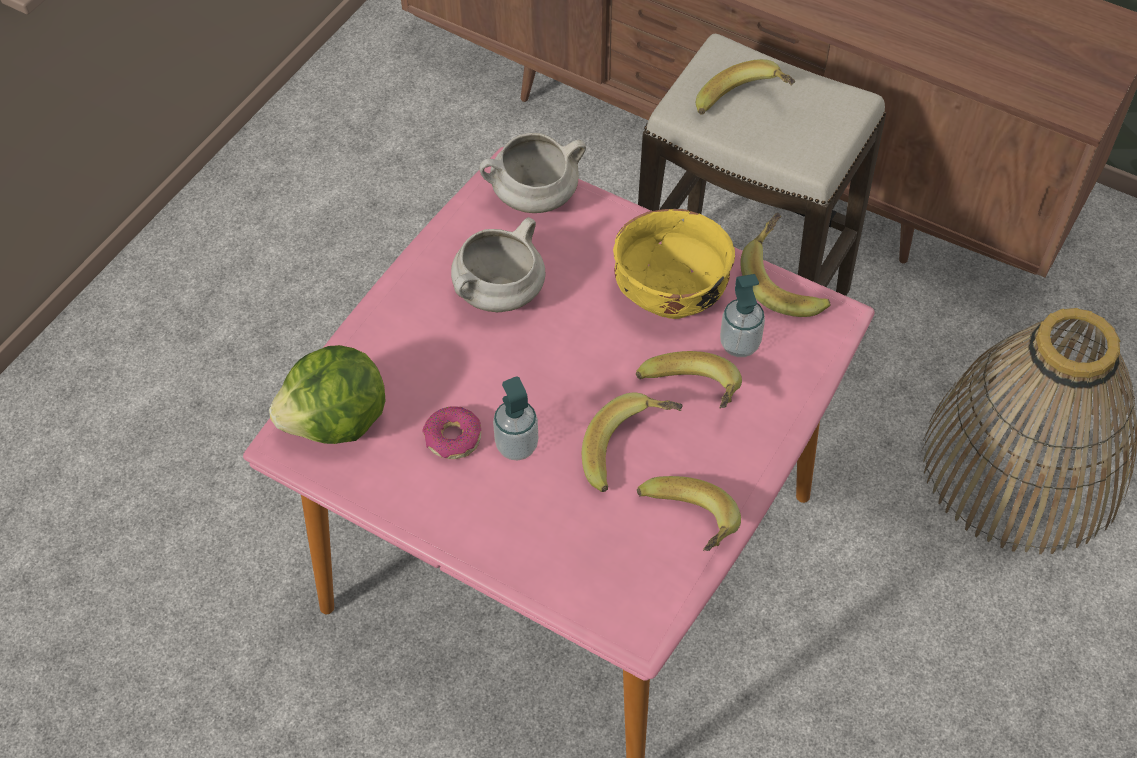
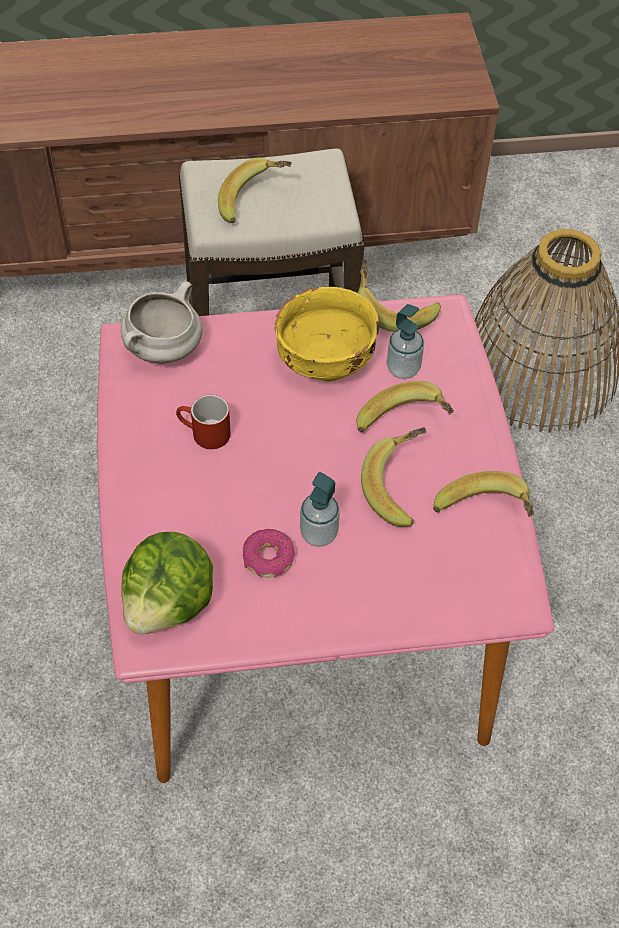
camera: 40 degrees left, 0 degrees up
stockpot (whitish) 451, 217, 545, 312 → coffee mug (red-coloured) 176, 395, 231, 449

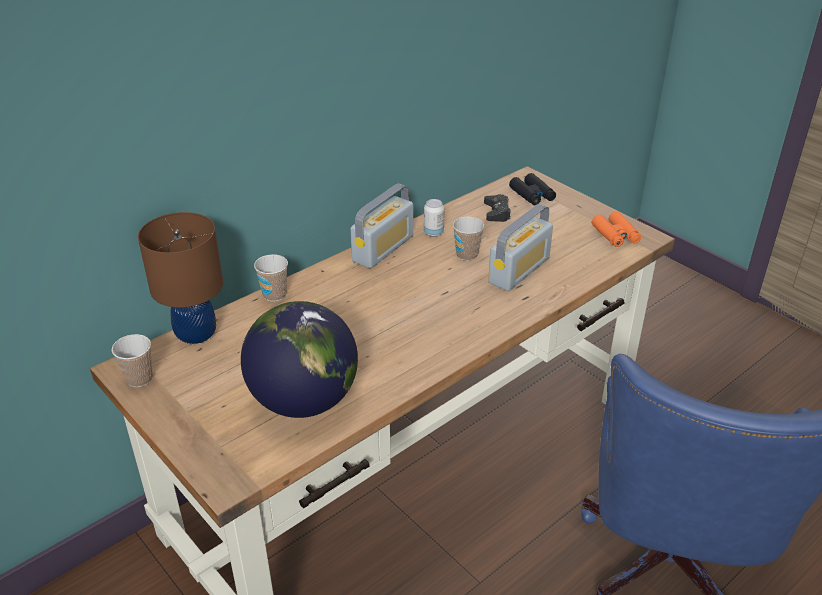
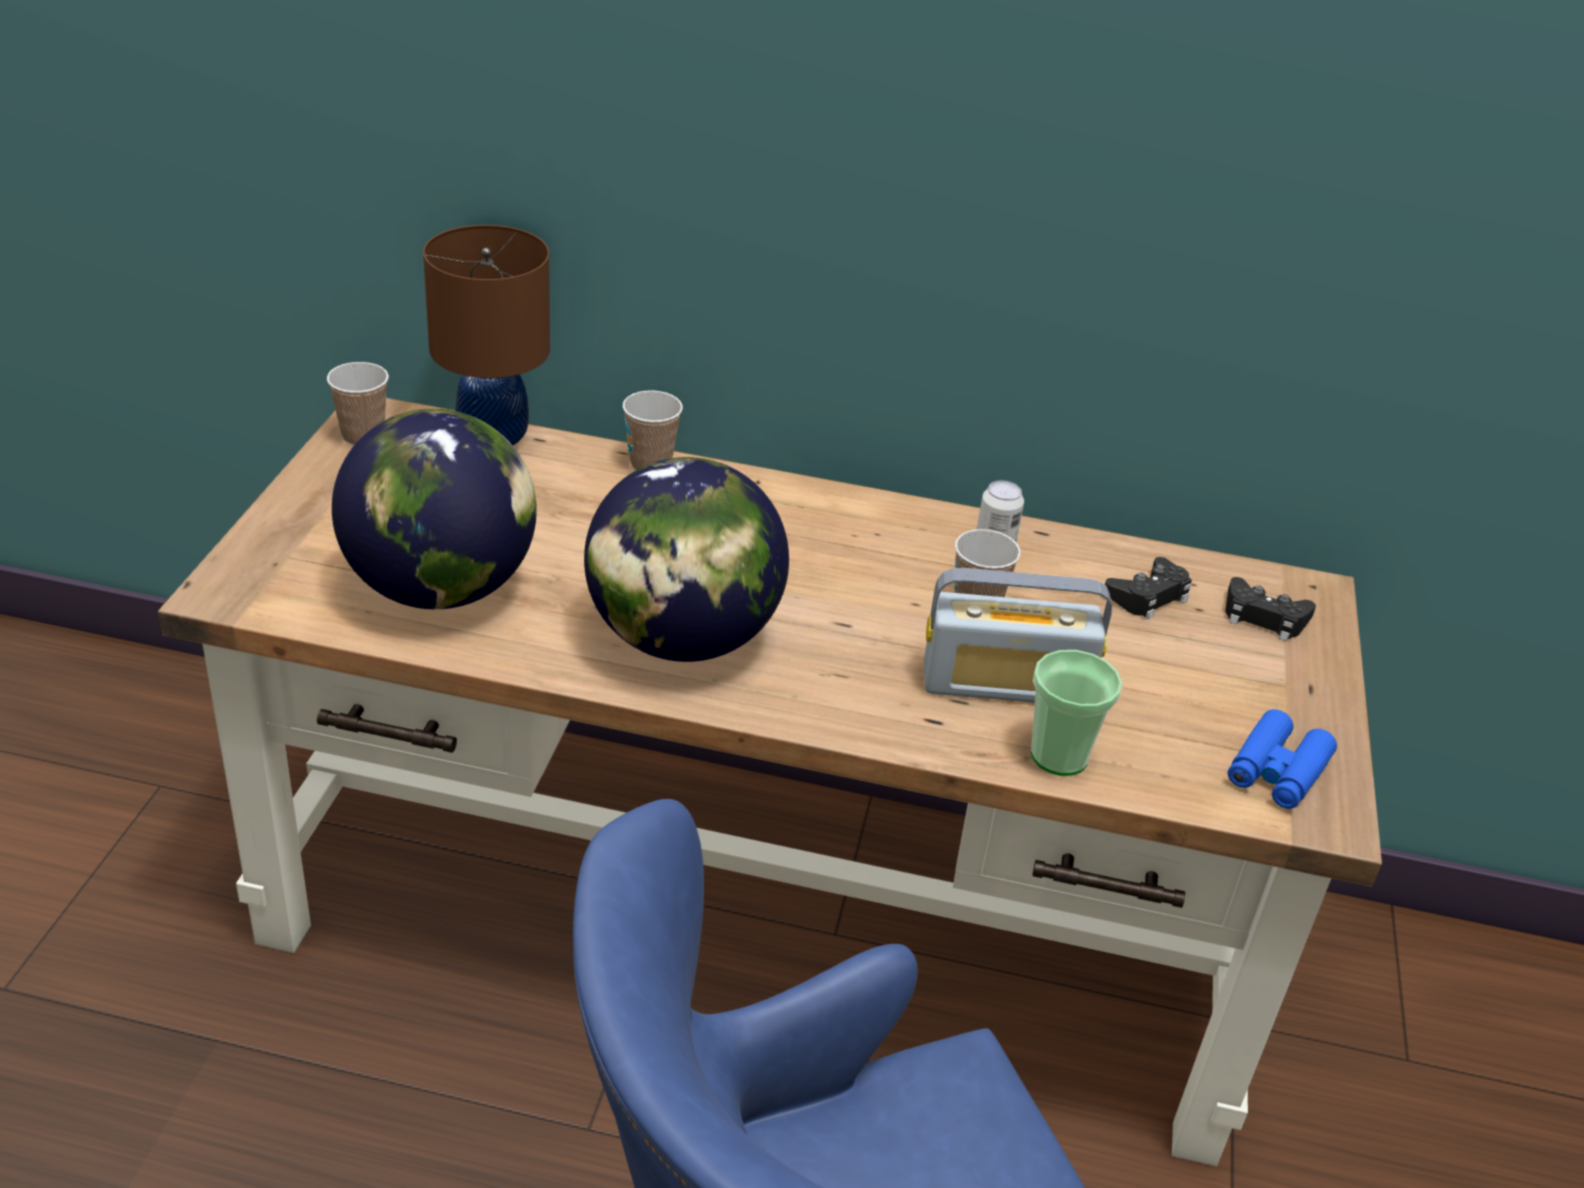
camera: 50 degrees right, 0 degrees up
radio 350, 184, 413, 268 → -
pair of binoculars (blackish) 509, 173, 556, 205 → game controller (blackish) 1225, 577, 1316, 641
pair of binoculars (orangey) 592, 211, 641, 247 → pair of binoculars (bluish) 1228, 709, 1337, 809
- → globe 584, 457, 789, 662
- → drinking cup 1031, 650, 1122, 776

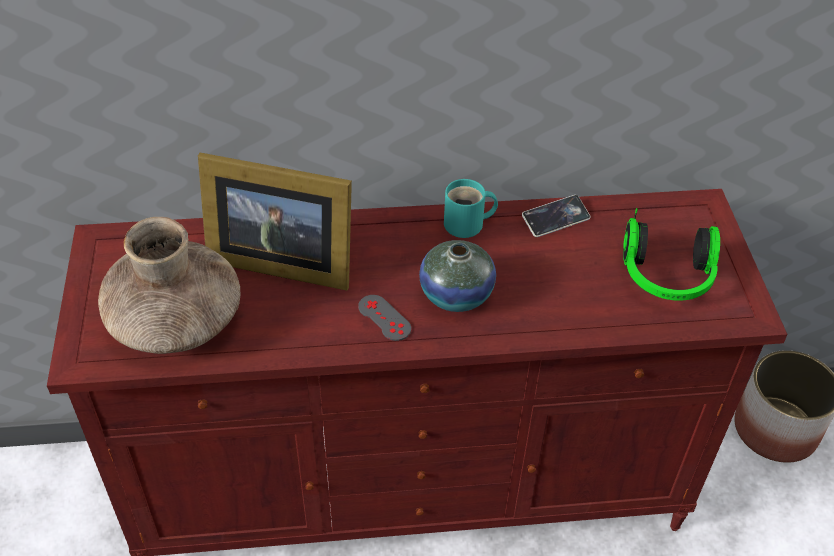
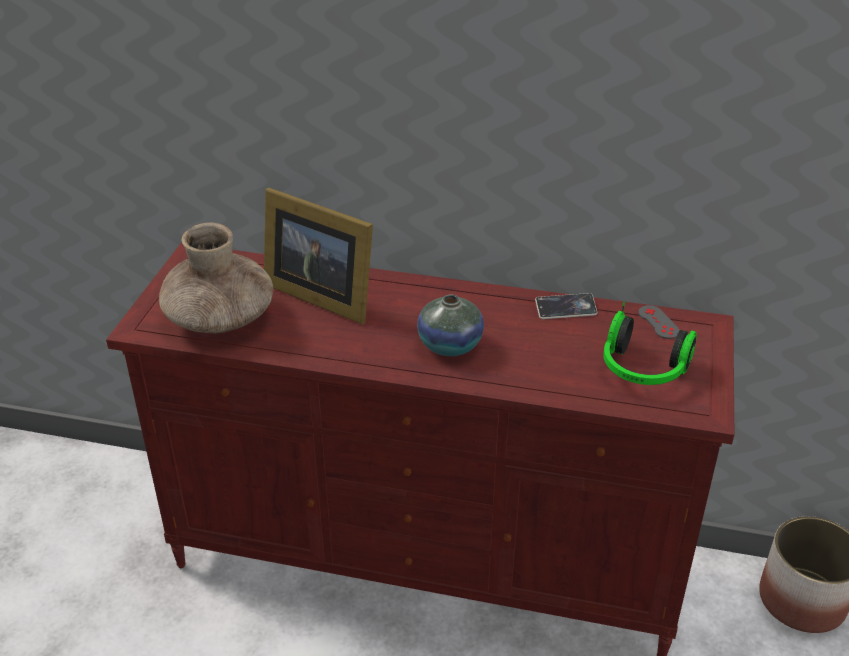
camera: 20 degrees right, 10 degrees down
game controller (greyish) 358, 295, 411, 341 → game controller (greyish) 638, 305, 680, 339, relocated
coffee mug (turquoise-coloured) 444, 179, 498, 238 → -

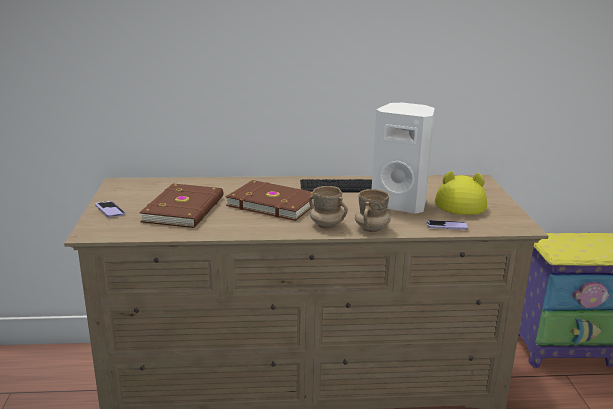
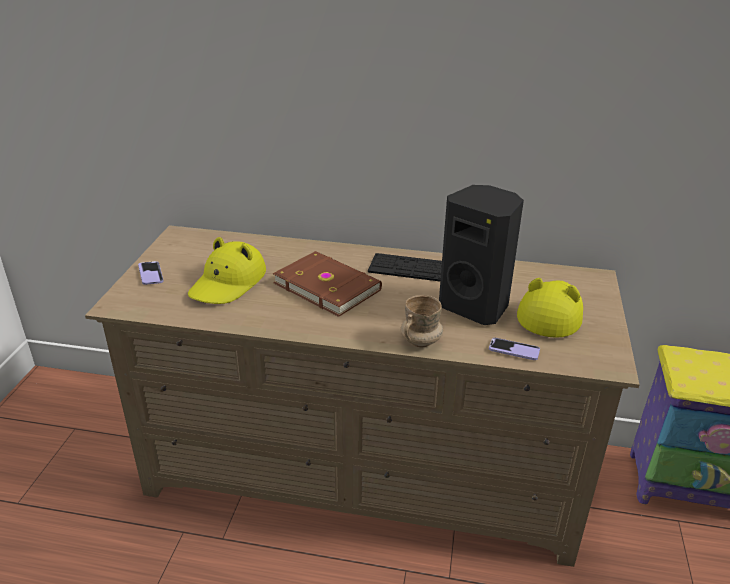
camera: 15 degrees right, 10 degrees up
bound book (brown) 139, 184, 223, 228 → clothing hat (yellow-coloured) 188, 237, 266, 304
coffee mug (beige-coloured) 309, 186, 348, 229 → -
audio speaker (whitish) 372, 103, 435, 214 → audio speaker (blackish) 439, 185, 524, 325

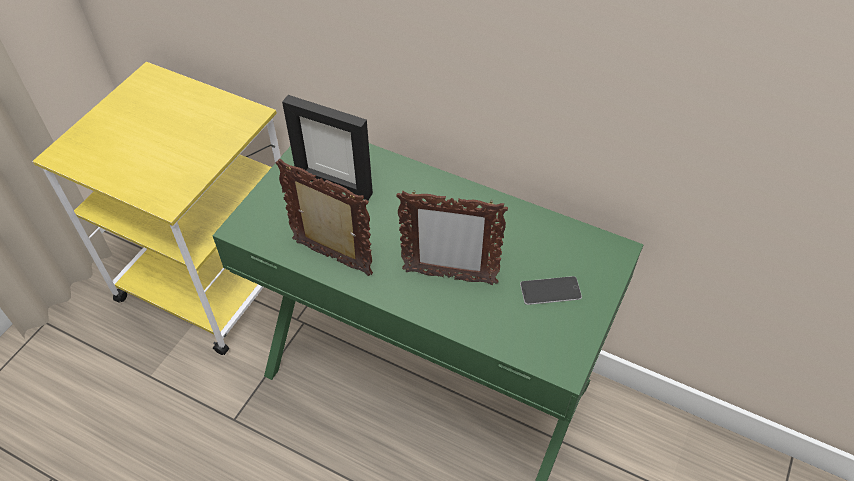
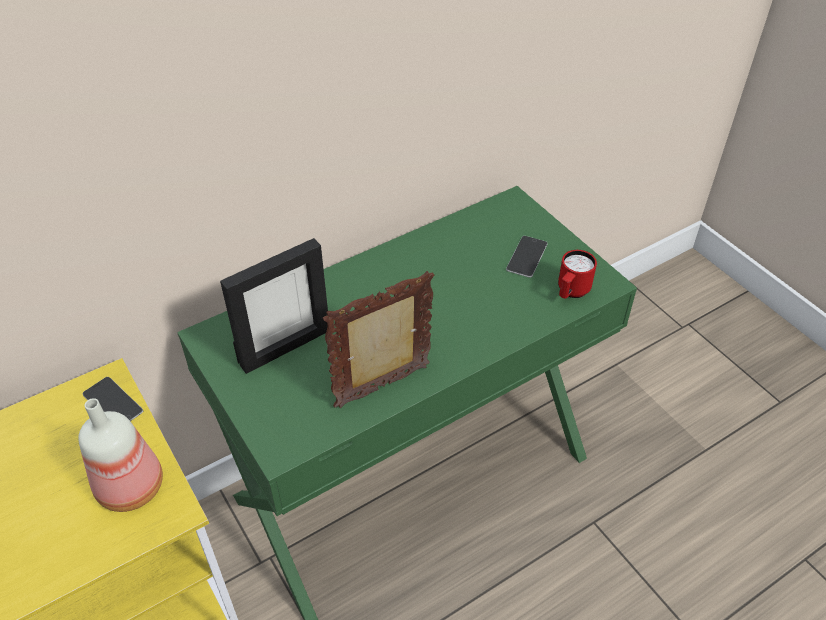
camera: 60 degrees left, 5 degrees down
standing frame 396, 190, 508, 285 → -
- → bottle 78, 398, 163, 512
- → handset 82, 377, 143, 421
- → coffee mug (red-coloured) 558, 250, 597, 299

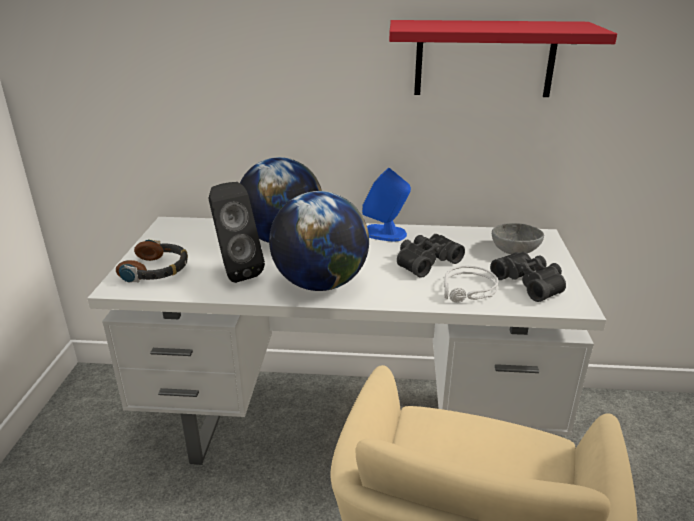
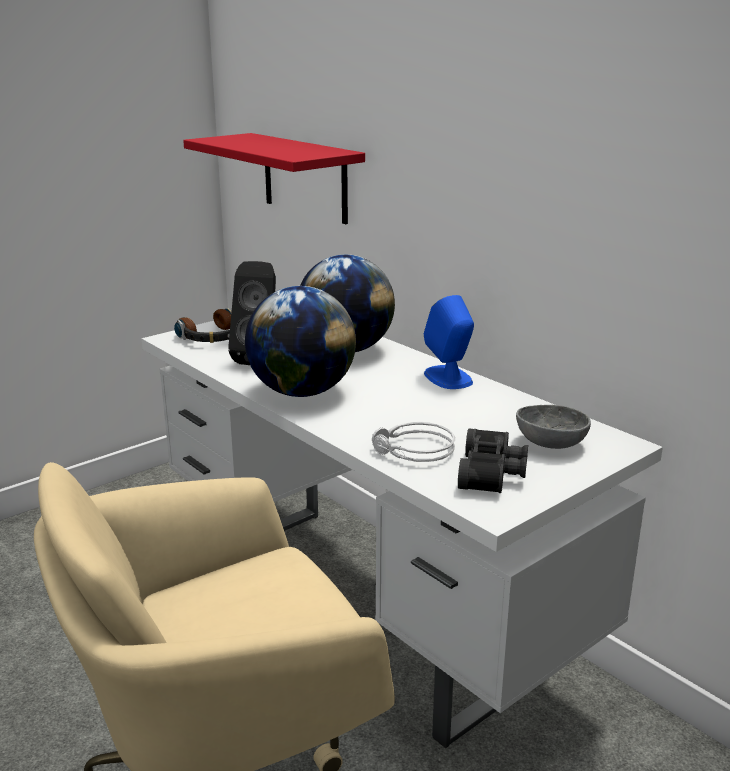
camera: 45 degrees right, 5 degrees down
shelf (red-coloured) 389, 20, 617, 97 → shelf (red-coloured) 183, 133, 365, 224, relocated
pair of binoculars (blackish) 397, 234, 465, 278 → -

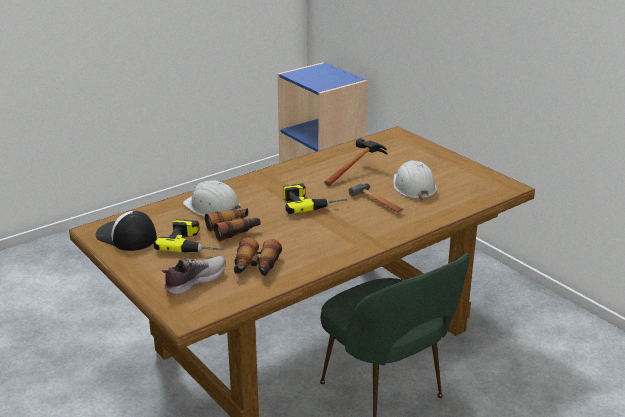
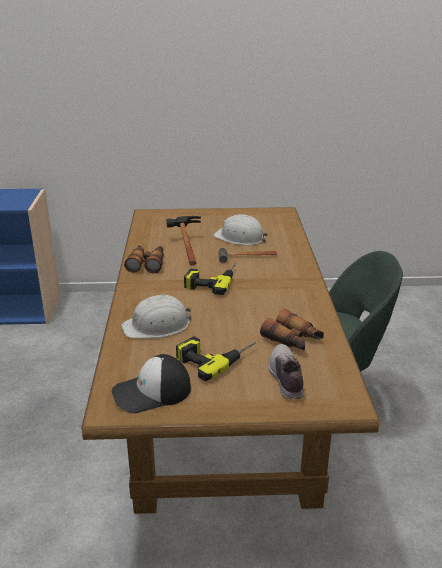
camera: 55 degrees left, 0 degrees up
pair of binoculars 205, 208, 260, 241 → pair of binoculars 124, 245, 164, 273, relocated

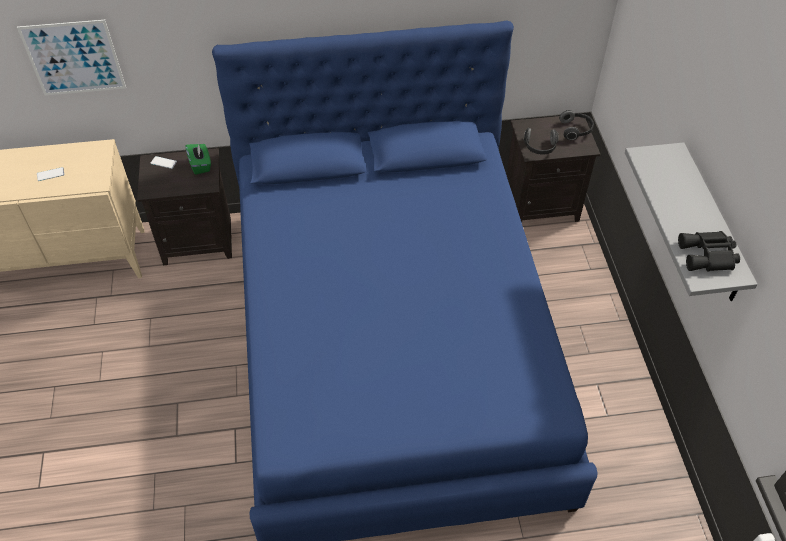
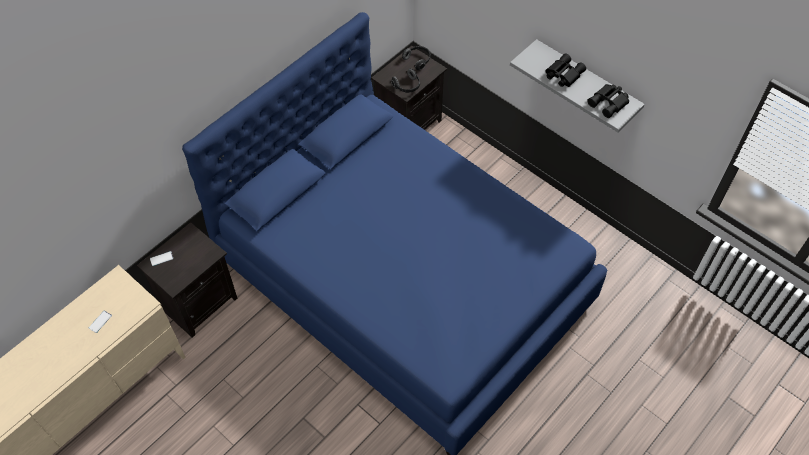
camera: 40 degrees left, 5 degrees up
picture 17, 20, 126, 95 → -
box of tissues (green) 186, 144, 211, 175 → -
- → pair of binoculars (blackish) 545, 53, 586, 87

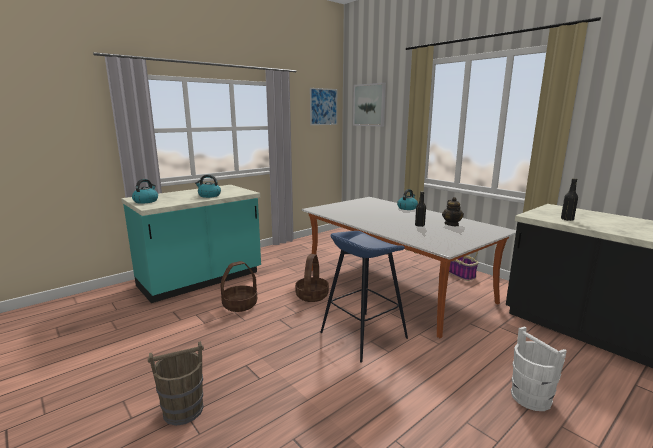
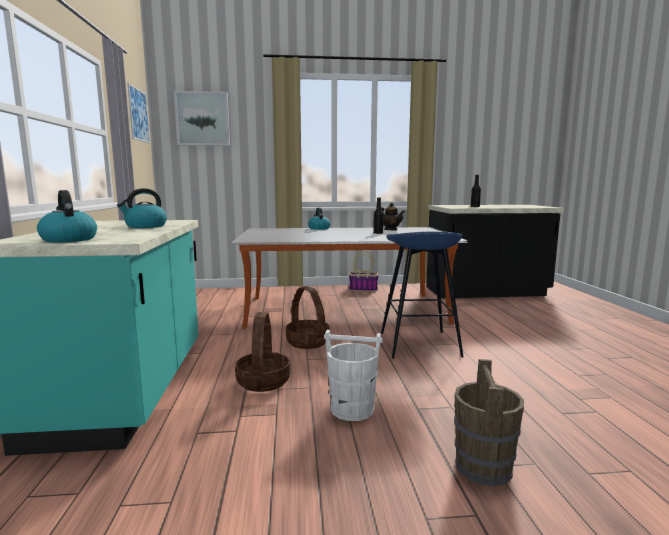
camera: 55 degrees left, 5 degrees down
water bucket (whitish) 511, 326, 567, 411 → water bucket (whitish) 324, 330, 383, 421, relocated

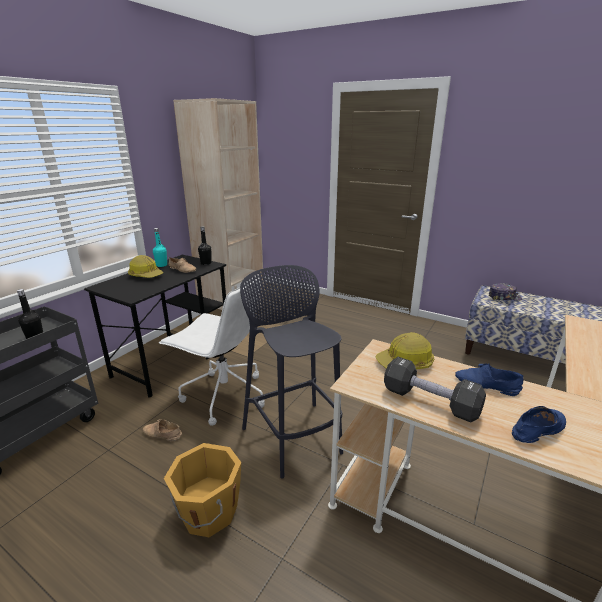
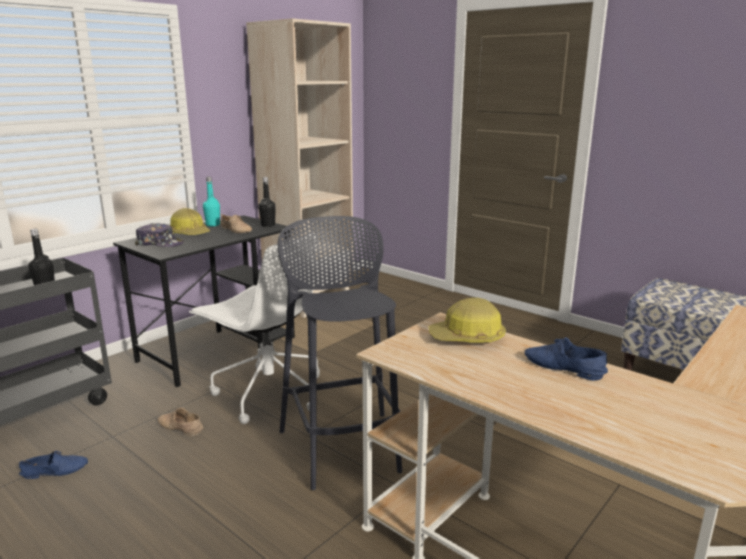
camera: 10 degrees right, 5 degrees down
water bucket (orangey) 164, 443, 241, 537 → -
hand weight (blackish) 384, 357, 486, 423 → -
cap 489, 283, 522, 301 → cap 135, 223, 184, 247, relocated
shoe (bluish) 512, 406, 566, 443 → shoe (bluish) 19, 450, 88, 479, relocated

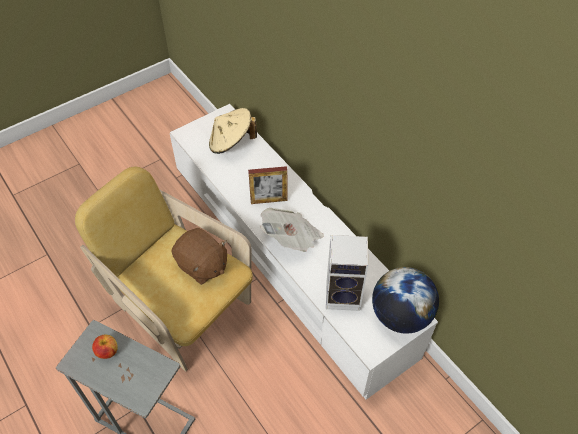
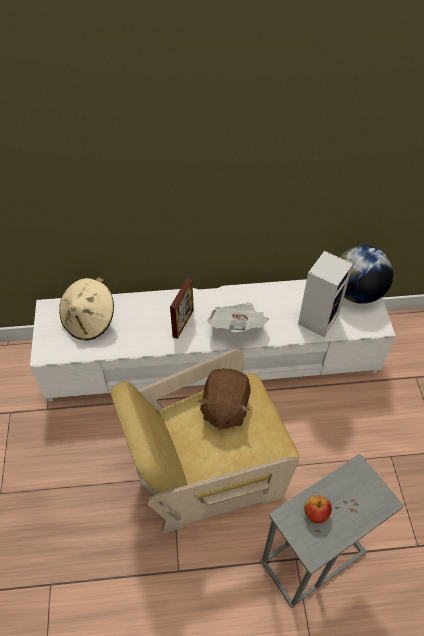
camera: 60 degrees left, 0 degrees up
cuddly toy (brown) 171, 228, 227, 285 → cuddly toy (brown) 197, 368, 251, 430, 120 degrees clockwise

